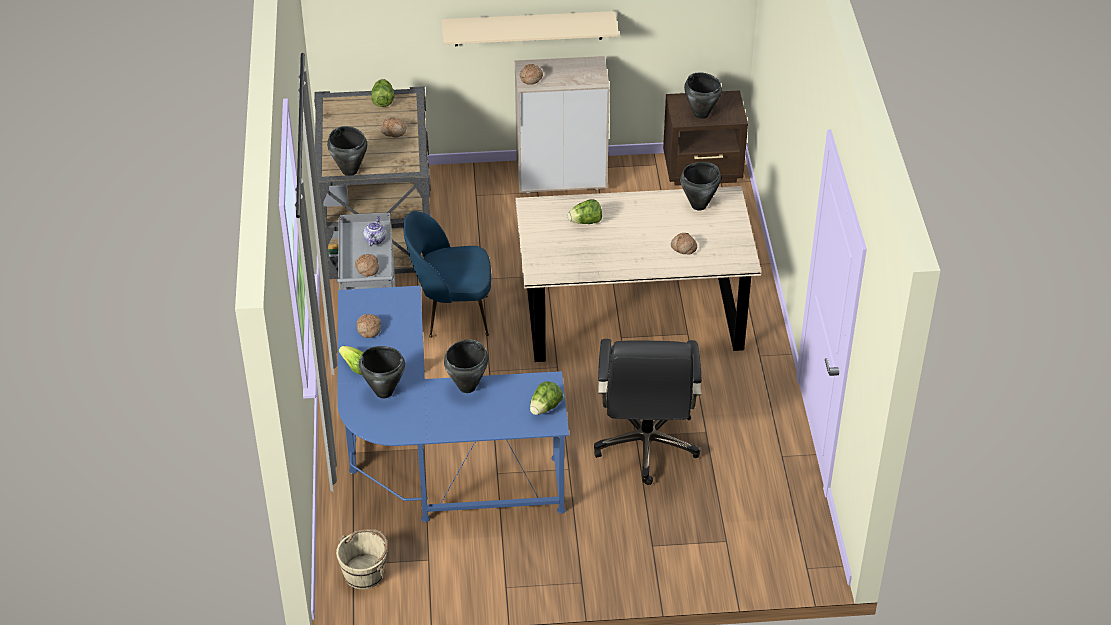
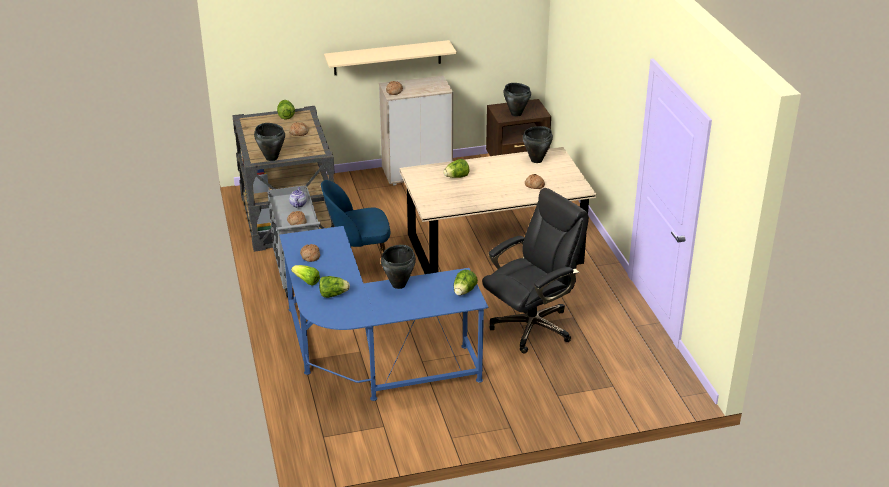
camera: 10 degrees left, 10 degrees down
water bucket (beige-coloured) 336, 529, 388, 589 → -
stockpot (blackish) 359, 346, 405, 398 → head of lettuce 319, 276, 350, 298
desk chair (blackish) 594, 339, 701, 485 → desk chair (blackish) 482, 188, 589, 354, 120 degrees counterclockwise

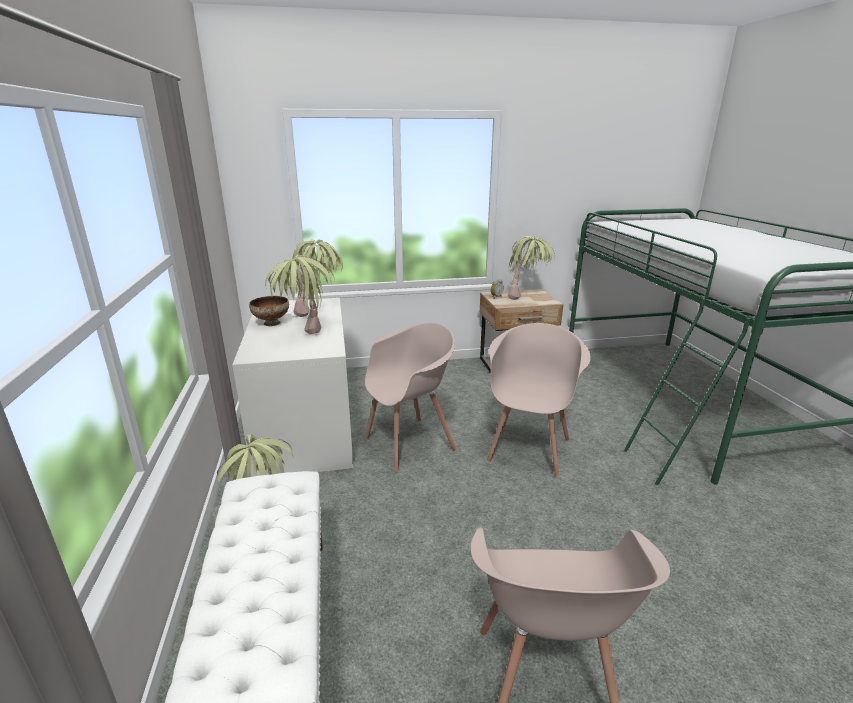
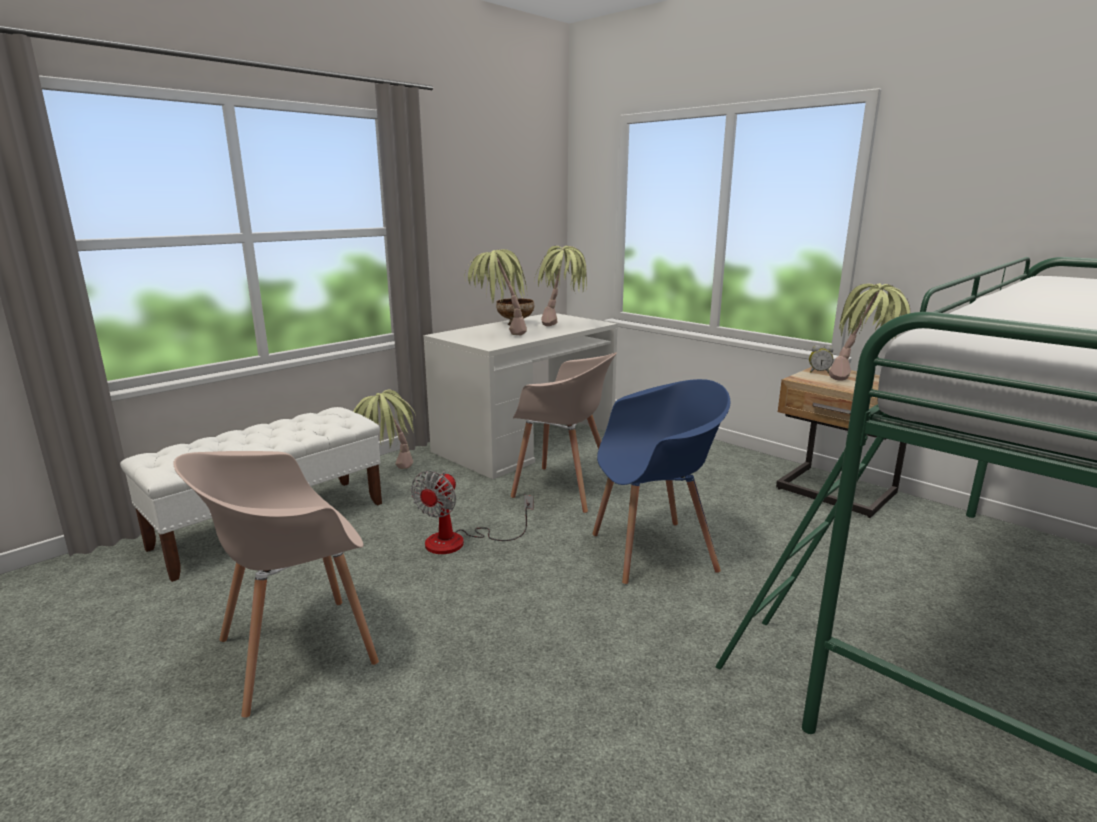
camera: 55 degrees right, 5 degrees down
upright chair (beige-coloured) 487, 323, 591, 476 → upright chair (bluish) 592, 379, 730, 584
- → fan 411, 471, 533, 554

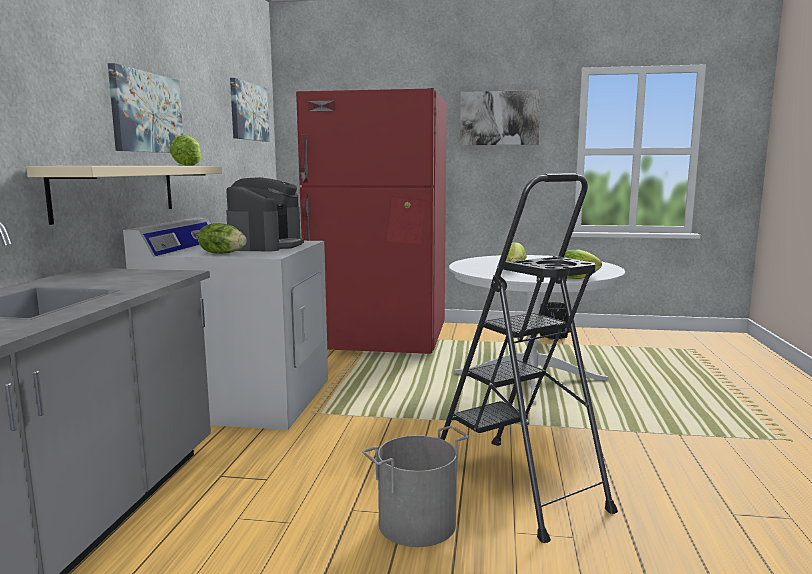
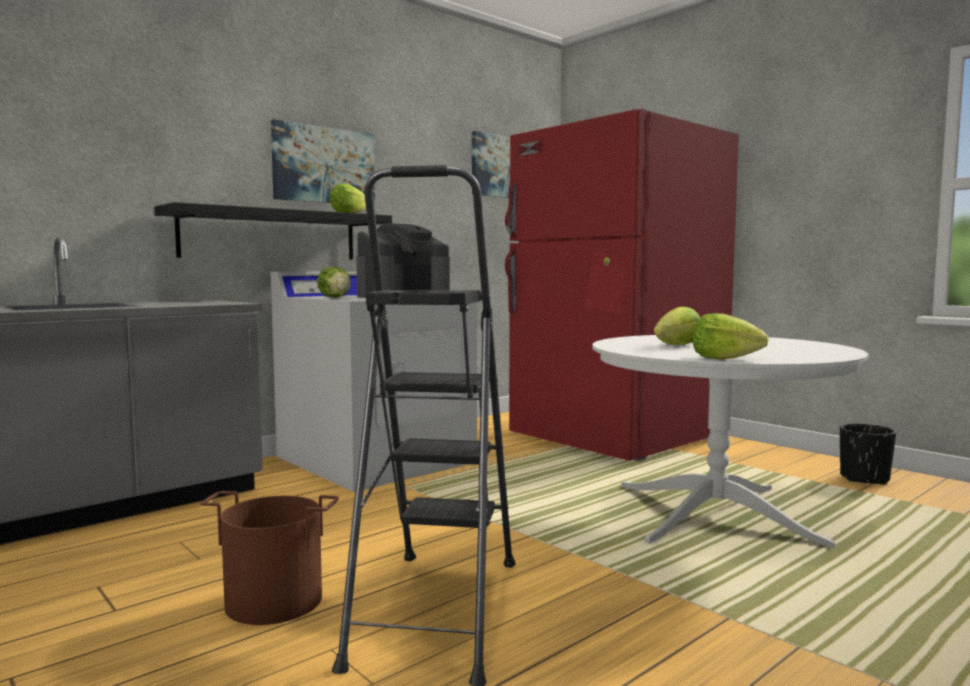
camera: 40 degrees right, 5 degrees down
shelf (beige-coloured) 26, 166, 222, 225 → shelf (blackish) 154, 202, 392, 259
water bucket (greyish) 362, 426, 469, 547 → water bucket (brown) 200, 491, 339, 625
picture 460, 90, 541, 145 → -

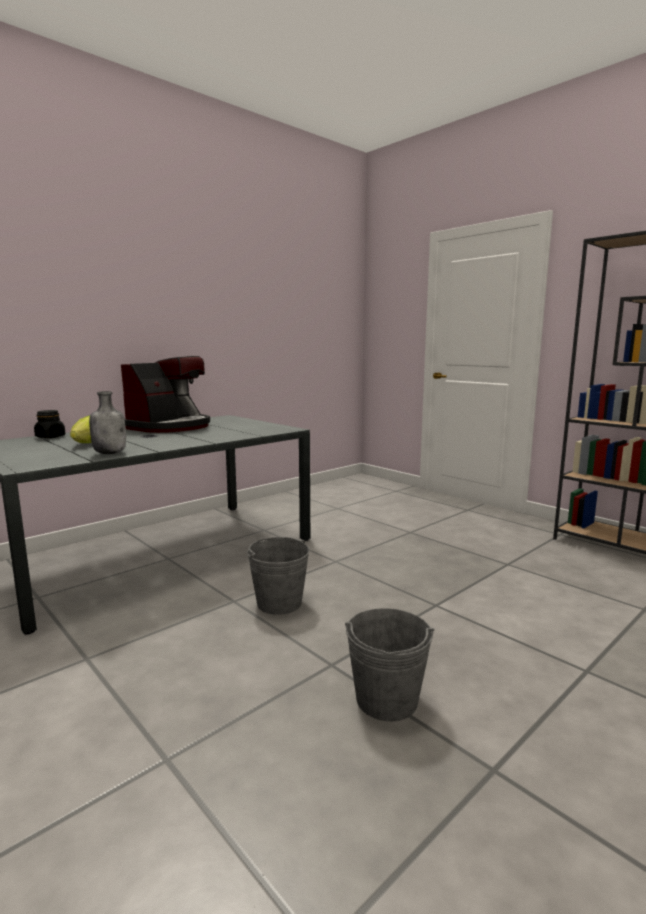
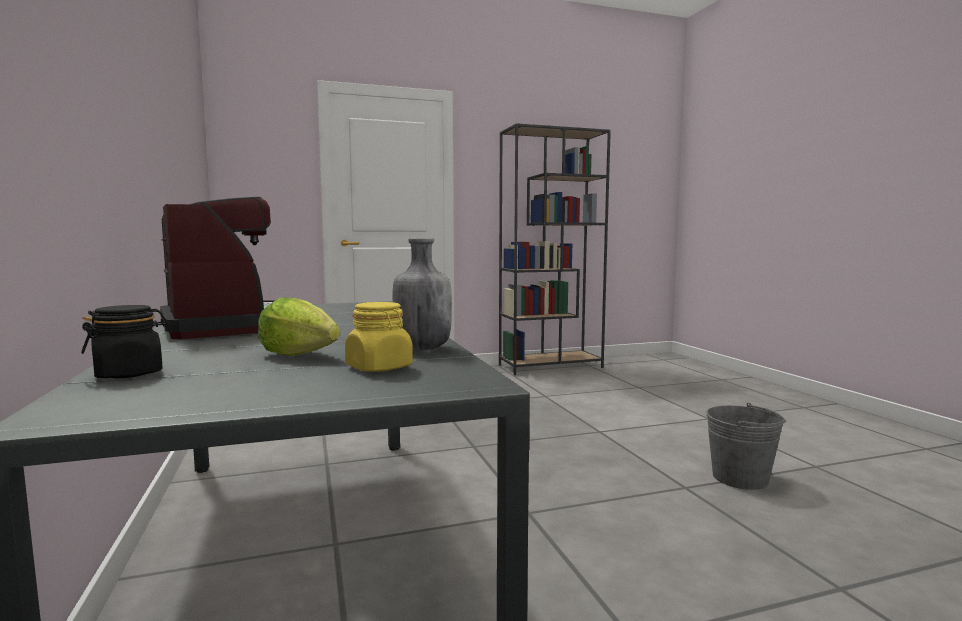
camera: 65 degrees left, 5 degrees down
water bucket (greyish) 247, 537, 310, 615 → -
- → preserve jar (yellow-coloured) 345, 302, 413, 372

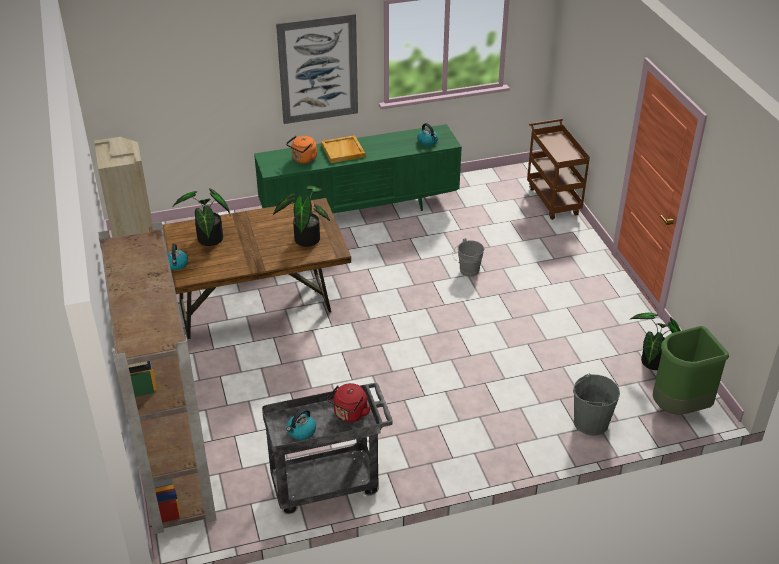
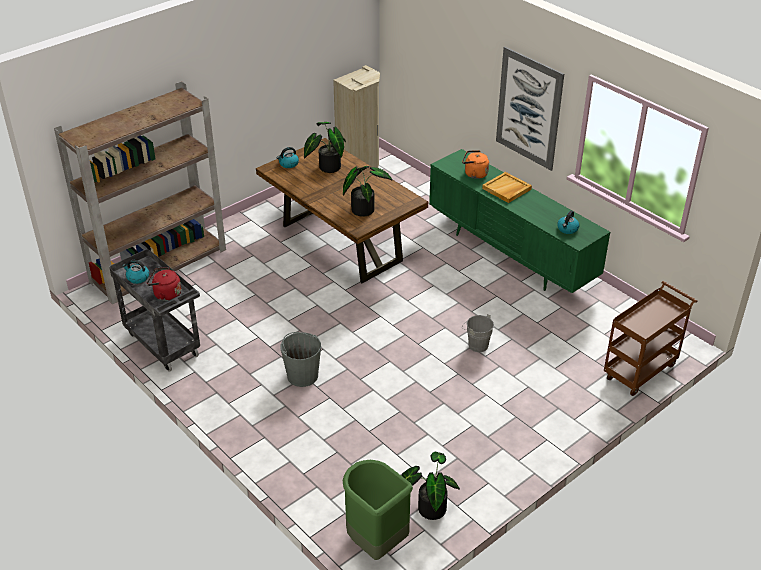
camera: 65 degrees right, 0 degrees up
water bucket (greyish) 573, 374, 620, 436 → water bucket (greyish) 281, 332, 321, 387, relocated

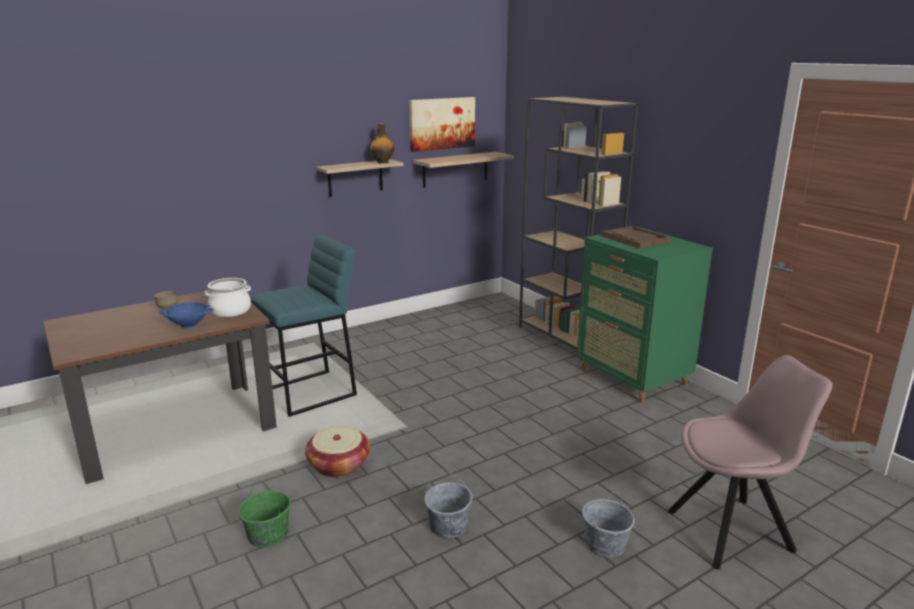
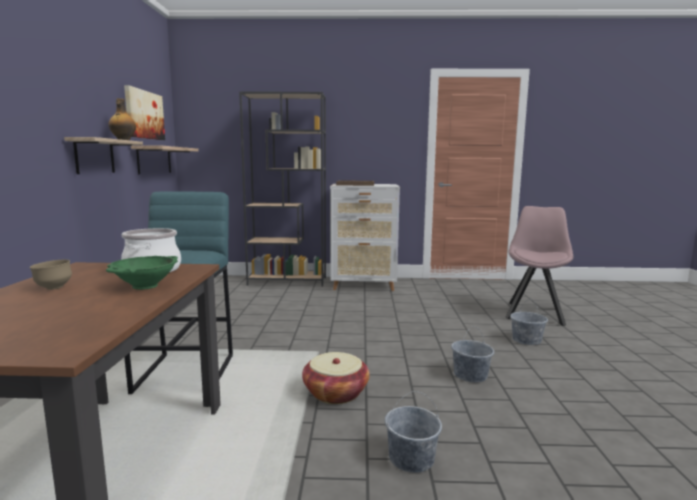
camera: 55 degrees left, 10 degrees down
deep dish (bluish) 159, 302, 214, 328 → deep dish (green) 106, 256, 178, 290
water bucket (green) 238, 481, 291, 547 → water bucket (greyish) 385, 391, 442, 473
dresser (green) 577, 227, 713, 403 → dresser (whitish) 330, 184, 400, 291

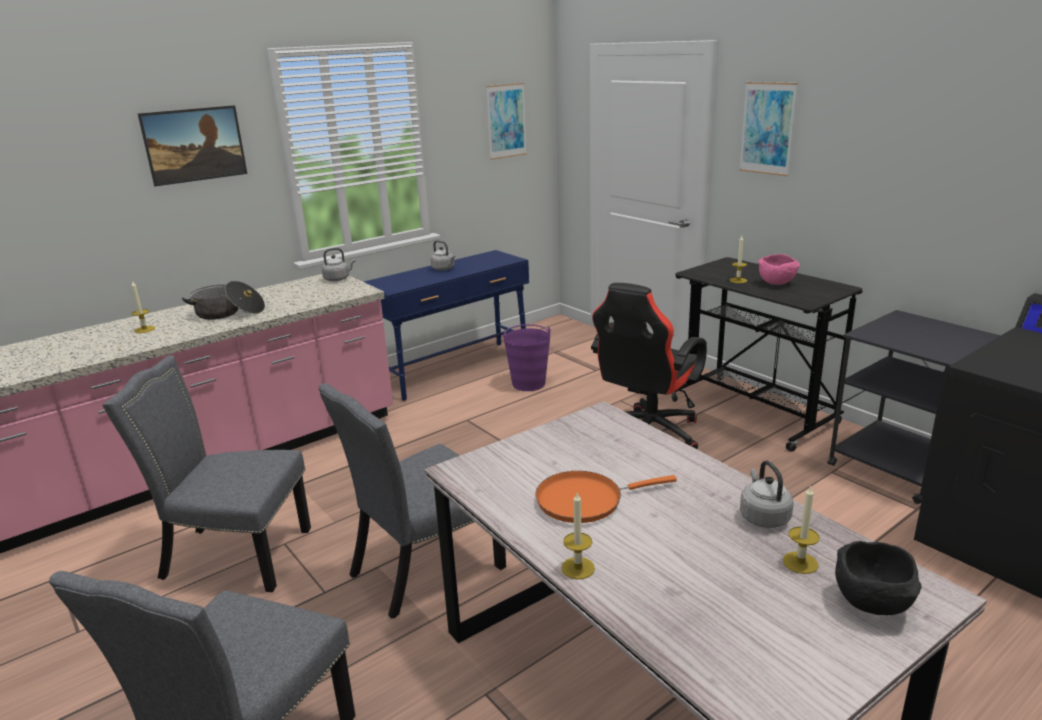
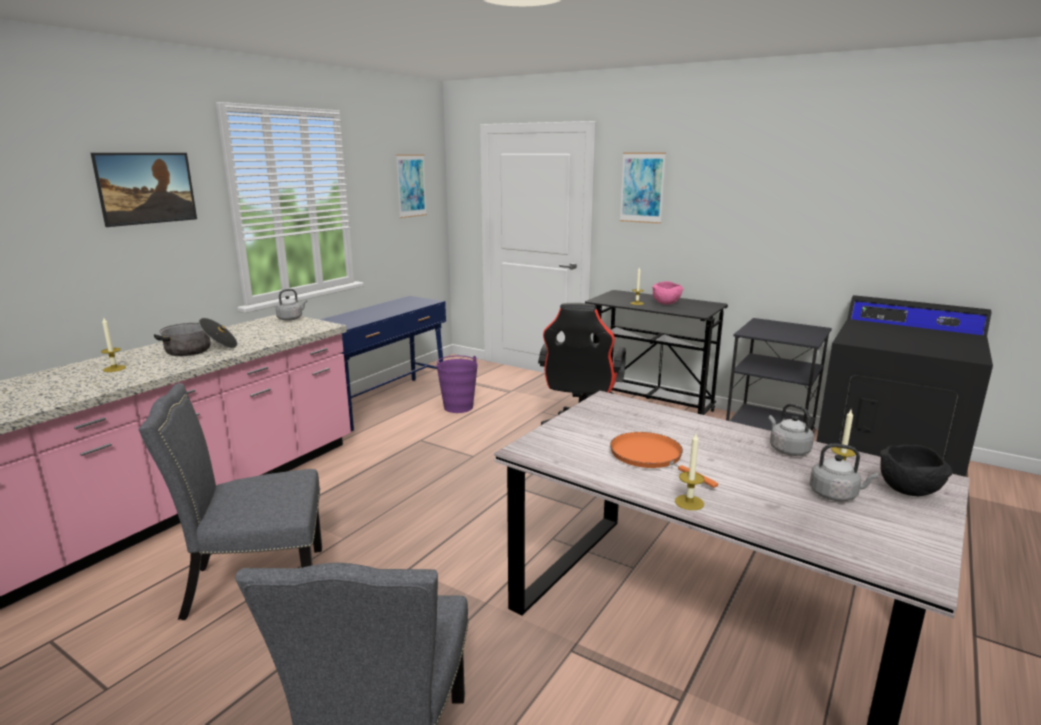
camera: 20 degrees left, 5 degrees down
upright chair (greyish) 319, 383, 506, 619 → -
kettle (greyish) 431, 240, 455, 270 → kettle (greyish) 810, 444, 879, 501, relocated
frying pan (orangey) 536, 471, 677, 523 → frying pan (orangey) 610, 432, 718, 488, 90 degrees clockwise

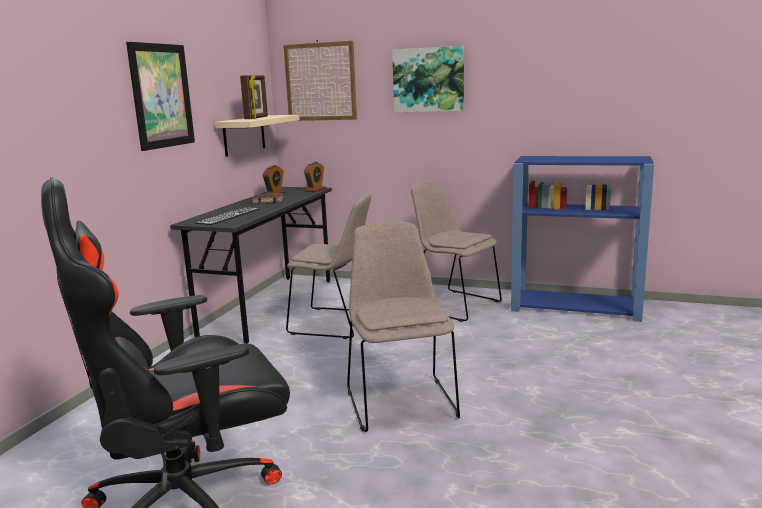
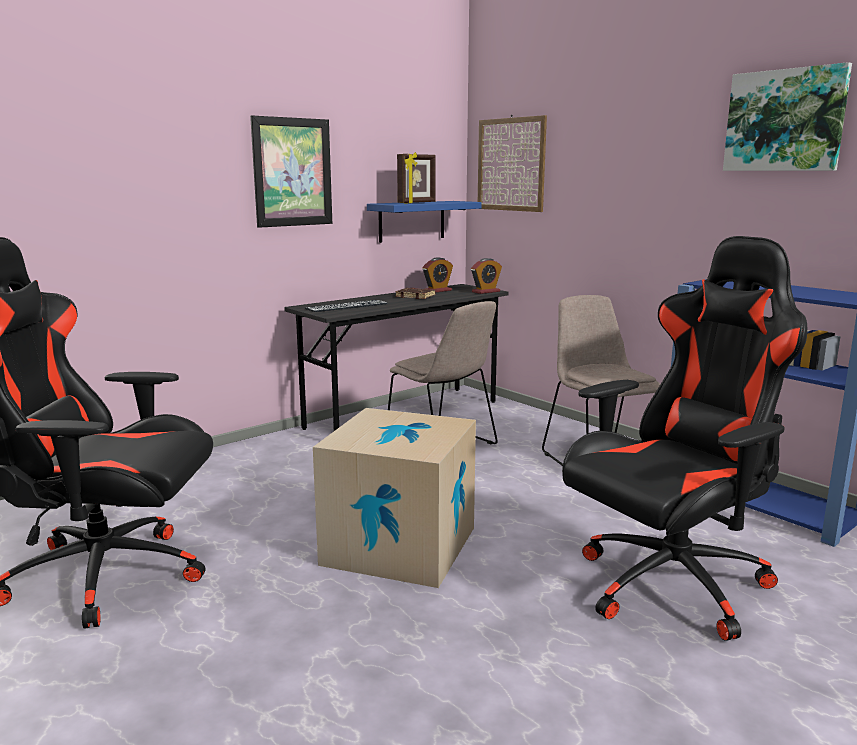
camera: 30 degrees right, 0 degrees up
shelf (beige-coloured) 215, 115, 300, 157 → shelf (bluish) 367, 201, 482, 243
upright chair (beige-coloured) 347, 222, 460, 432 → packing box 313, 408, 476, 588
picture 392, 46, 464, 112 → picture 723, 62, 852, 171, relocated
- → desk chair (blackish) 562, 236, 807, 641

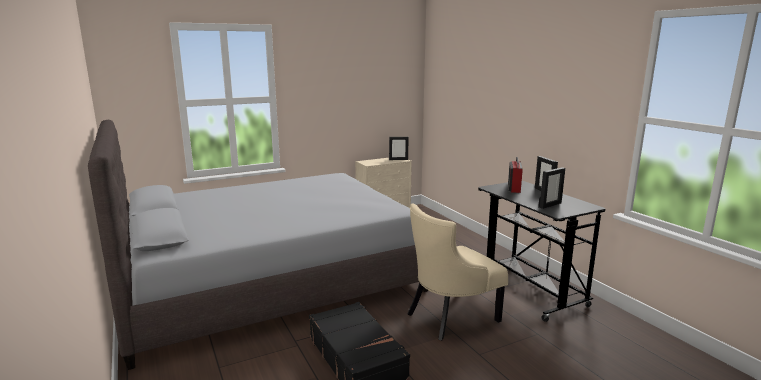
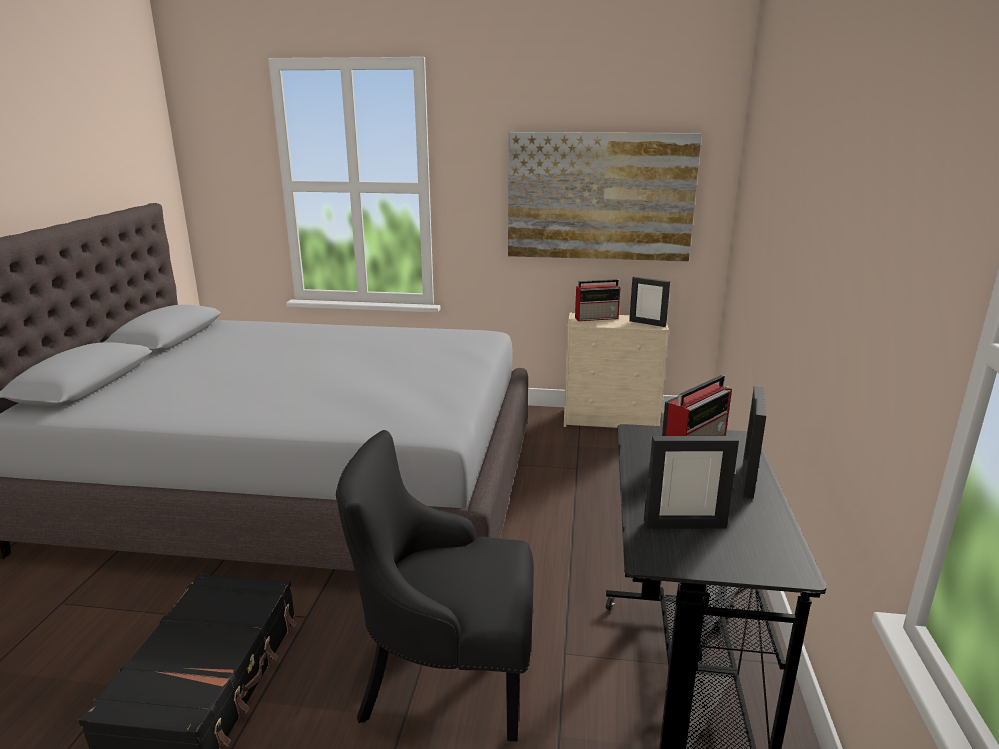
camera: 35 degrees right, 5 degrees up
upright chair (beige-coloured) 408, 204, 508, 341 → upright chair (blackish) 336, 430, 534, 742
- → picture 508, 132, 702, 261
- → radio 575, 279, 620, 321

